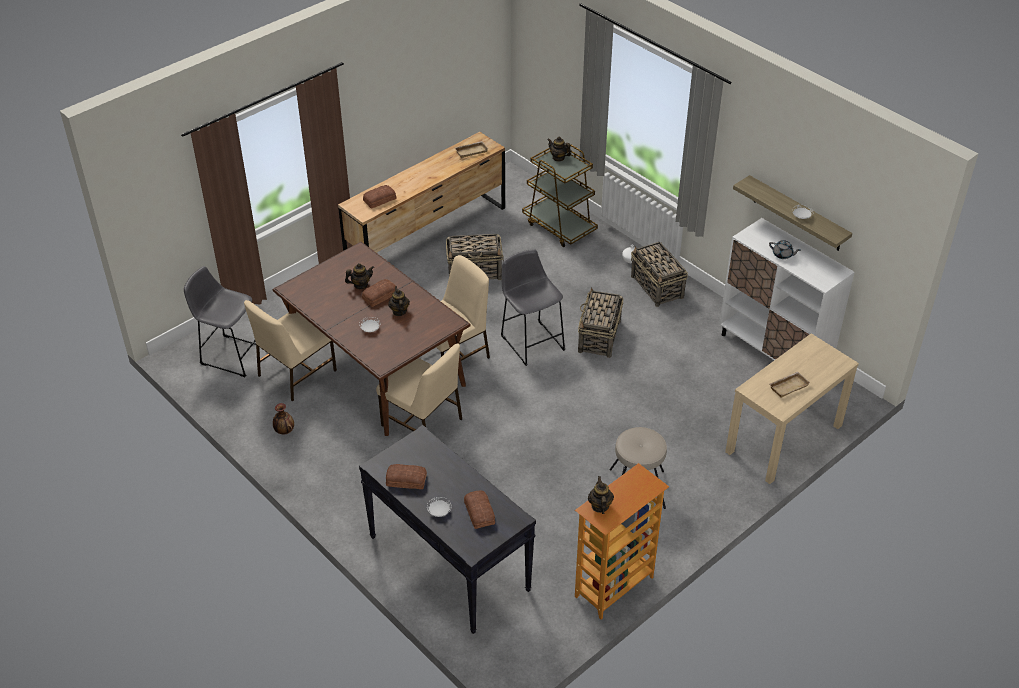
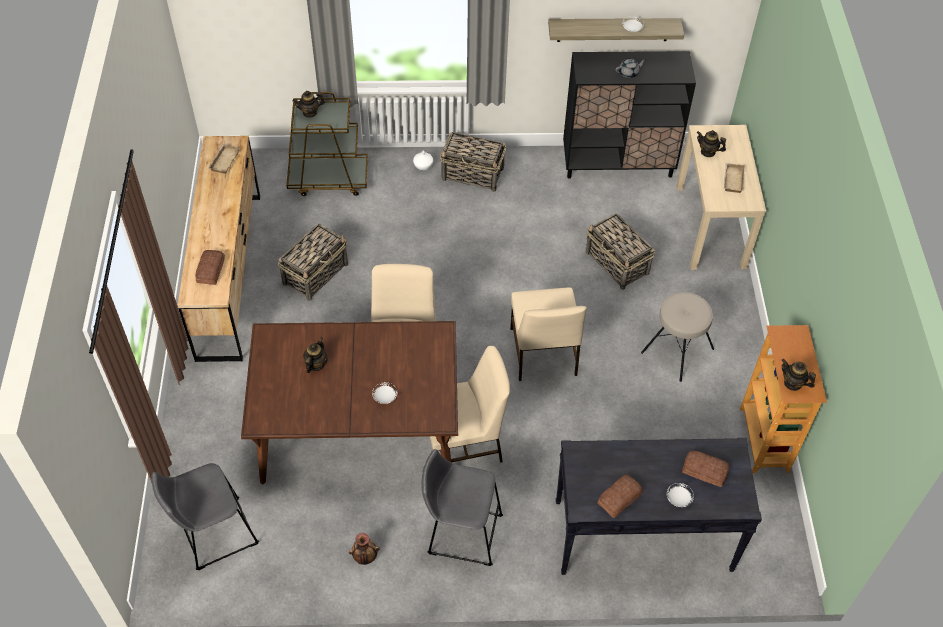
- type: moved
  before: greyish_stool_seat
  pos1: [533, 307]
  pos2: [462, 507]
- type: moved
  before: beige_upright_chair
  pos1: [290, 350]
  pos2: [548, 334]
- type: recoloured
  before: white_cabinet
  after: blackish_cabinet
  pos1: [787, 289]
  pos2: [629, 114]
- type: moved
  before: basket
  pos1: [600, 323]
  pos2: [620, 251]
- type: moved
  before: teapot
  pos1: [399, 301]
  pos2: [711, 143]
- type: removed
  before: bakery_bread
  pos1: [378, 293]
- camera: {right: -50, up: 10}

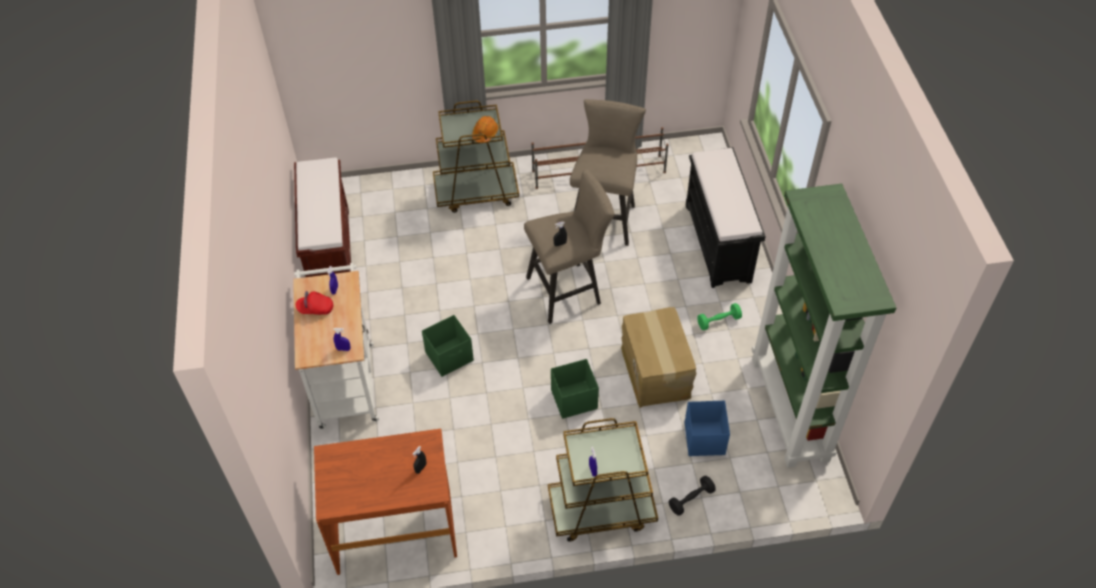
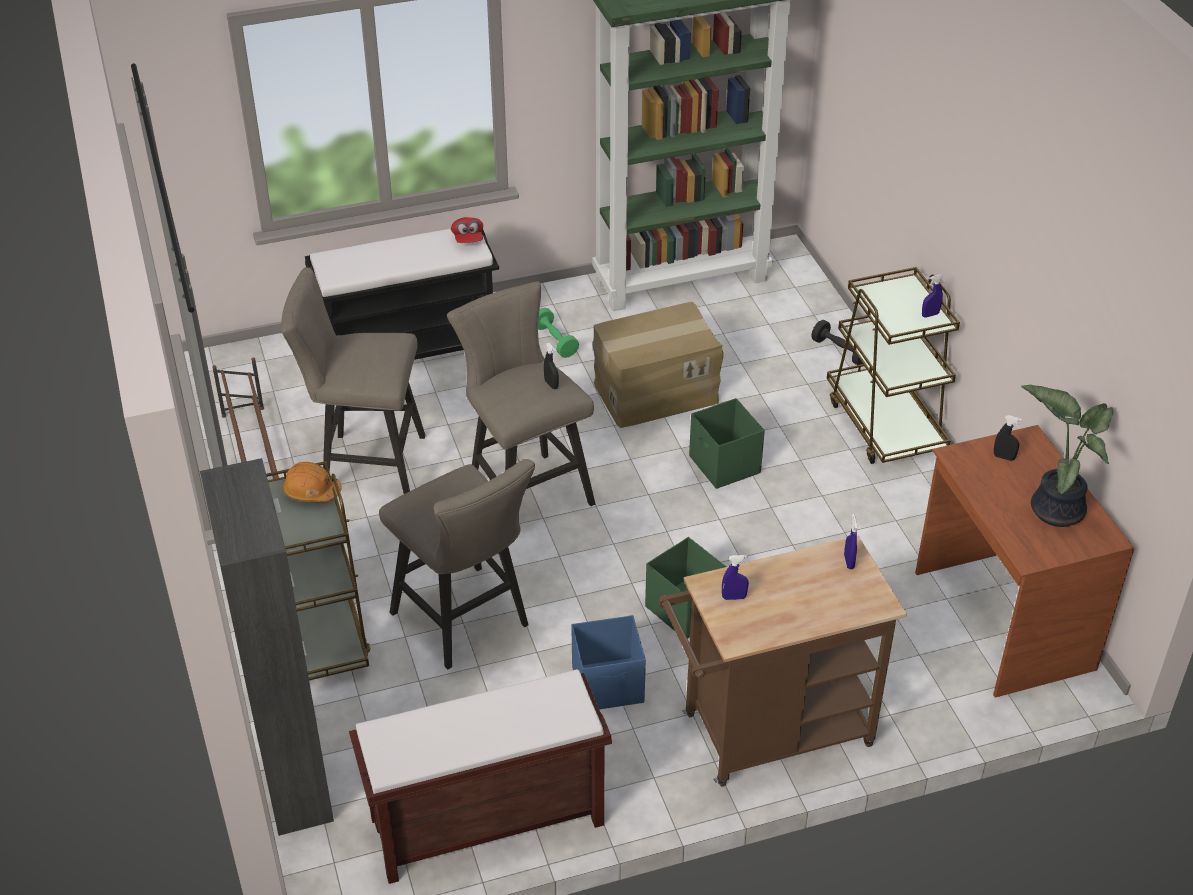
- type: added
  after: blackish_cabinet
  pos2: [267, 647]
- type: added
  after: beige_stool_seat
  pos2: [457, 564]
- type: moved
  before: reddish_peaked_cap
  pos1: [314, 303]
  pos2: [467, 230]
- type: moved
  before: blue_storage_bin
  pos1: [707, 428]
  pos2: [609, 662]
- type: recoloured
  before: white_wheeled_cart
  after: brown_wheeled_cart
  pos1: [336, 346]
  pos2: [782, 661]
- type: added
  after: potted_plant
  pos2: [1067, 456]
- camera: {right: -100, up: -10}

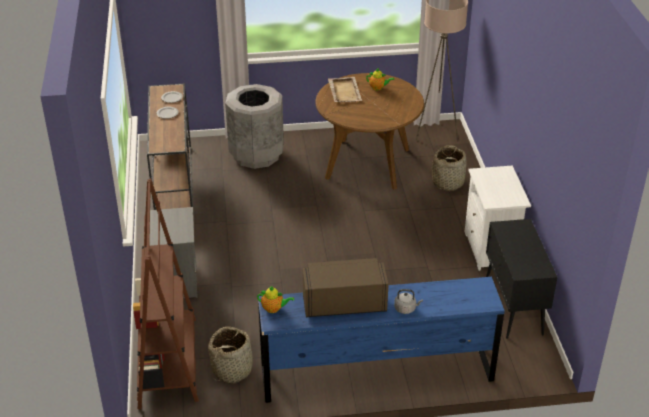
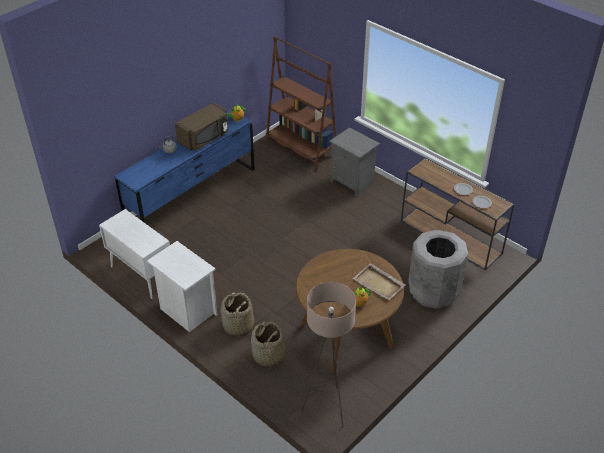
- type: recoloured
  before: blackish_cabinet
  after: white_cabinet
  pos1: [521, 279]
  pos2: [134, 254]
- type: moved
  before: basket
  pos1: [230, 355]
  pos2: [237, 315]
- camera: {right: 140, up: 5}

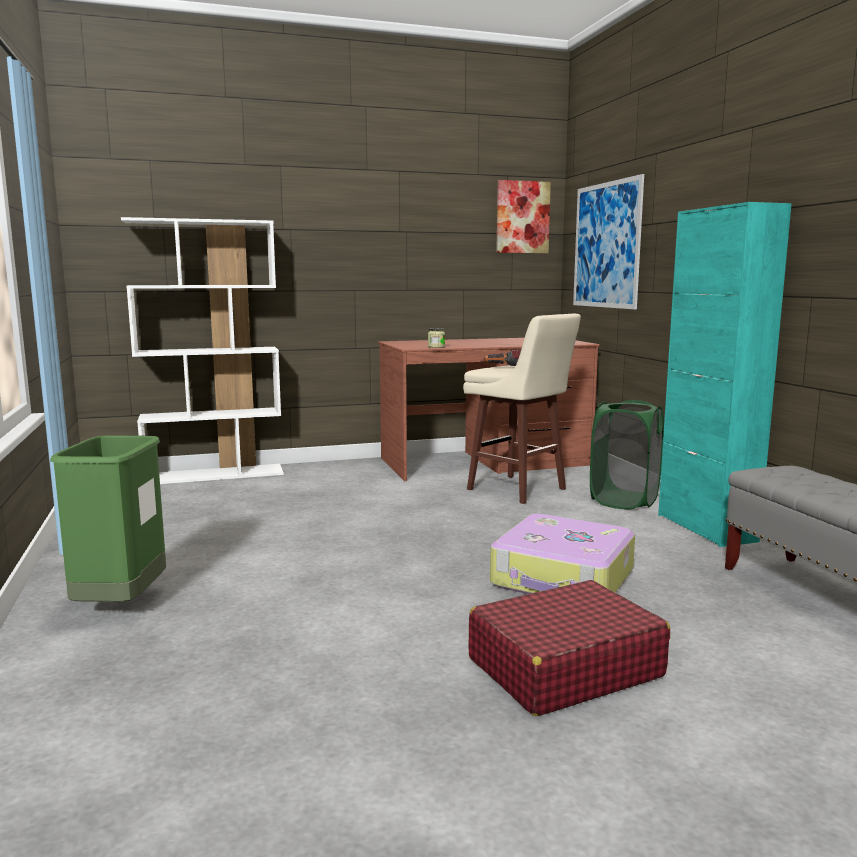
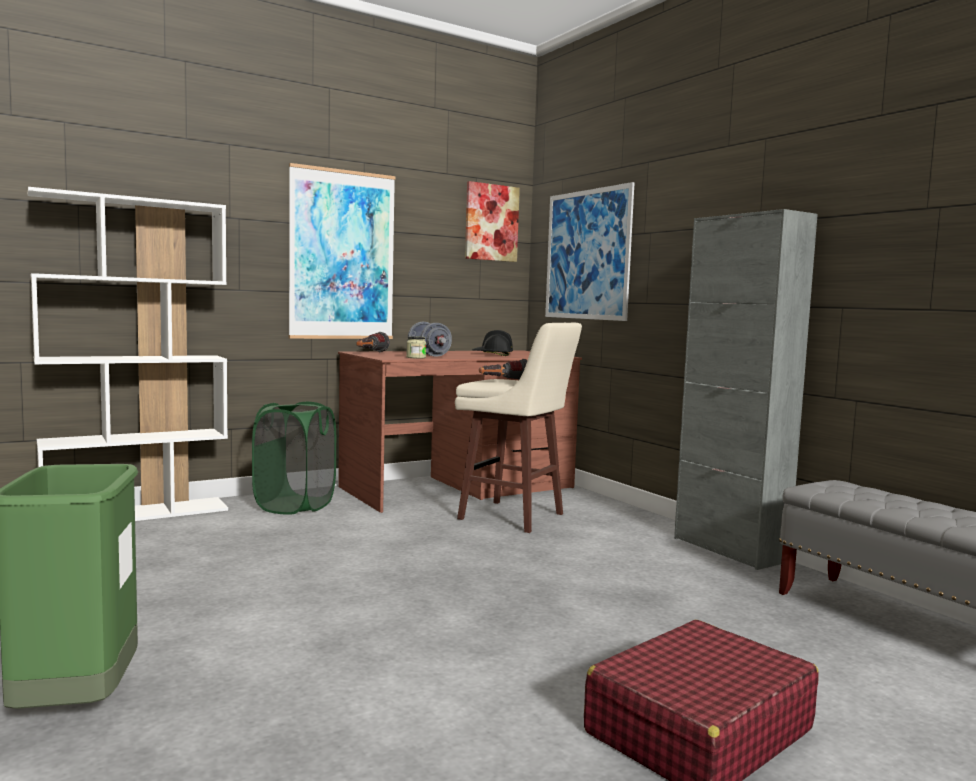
- type: moved
  before: greenish_hamper
  pos1: [627, 455]
  pos2: [294, 458]
- type: added
  after: wall_picture
  pos2: [342, 251]
- type: added
  after: flashlight
  pos2: [373, 342]
- type: added
  after: greyish_free_weight
  pos2: [430, 339]
- type: added
  after: blackish_hard_hat
  pos2: [492, 343]
- type: recoloured
  before: blue-green_cabinet
  after: greyish_cabinet
  pos1: [725, 374]
  pos2: [746, 389]
- type: removed
  before: suitcase
  pos1: [562, 554]
- camera: {right: -15, up: -5}

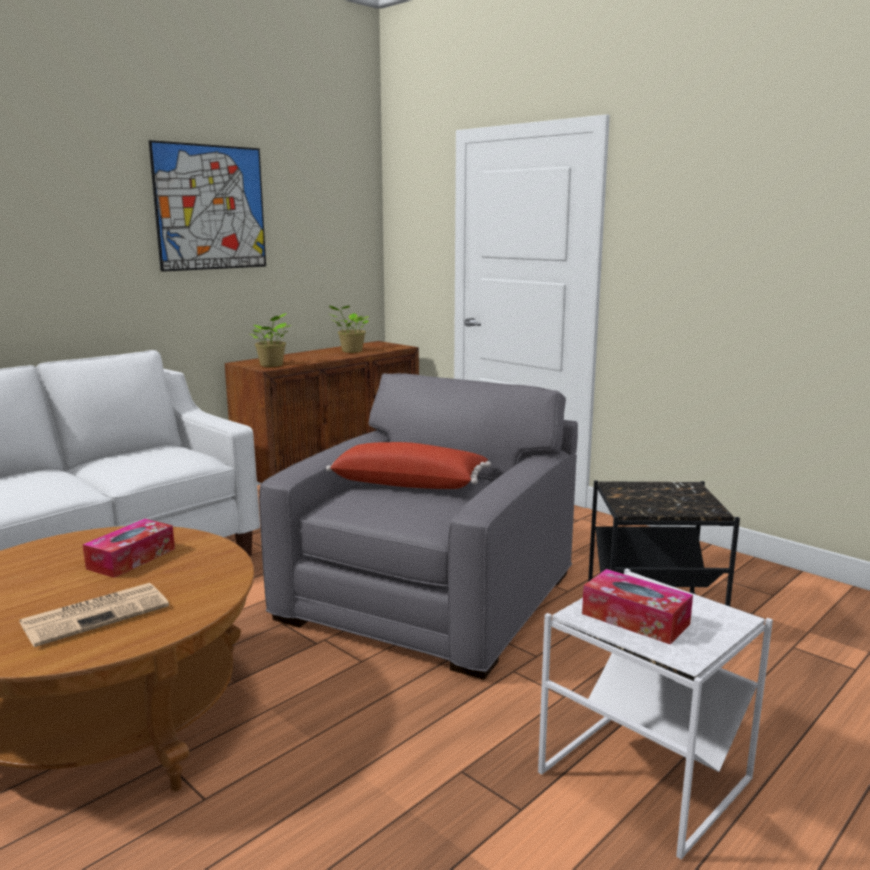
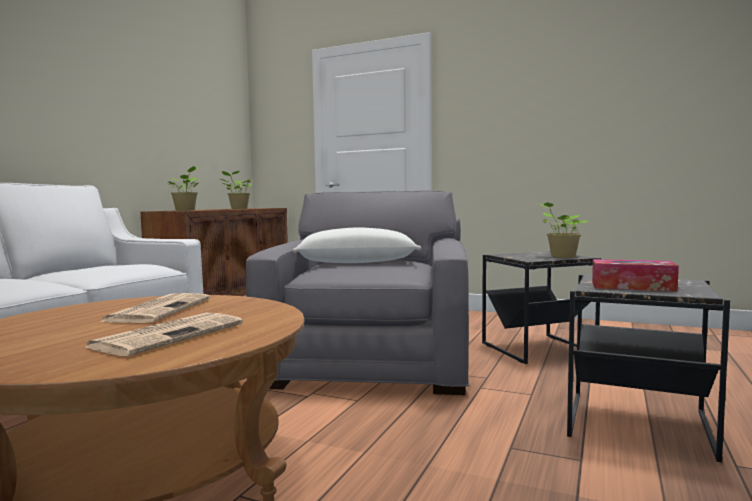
- type: replaced
  before: box_of_tissues
  after: daily_paper
  pos1: [129, 548]
  pos2: [154, 308]
- type: recoloured
  before: reddish_cushion
  after: white_cushion
  pos1: [408, 465]
  pos2: [357, 245]
- type: added
  after: potted_plant
  pos2: [563, 230]
- type: recoloured
  before: white_accent_table
  after: blackish_accent_table
  pos1: [655, 713]
  pos2: [648, 368]
- type: removed
  before: wall_picture
  pos1: [207, 206]
- camera: {right: -20, up: -10}

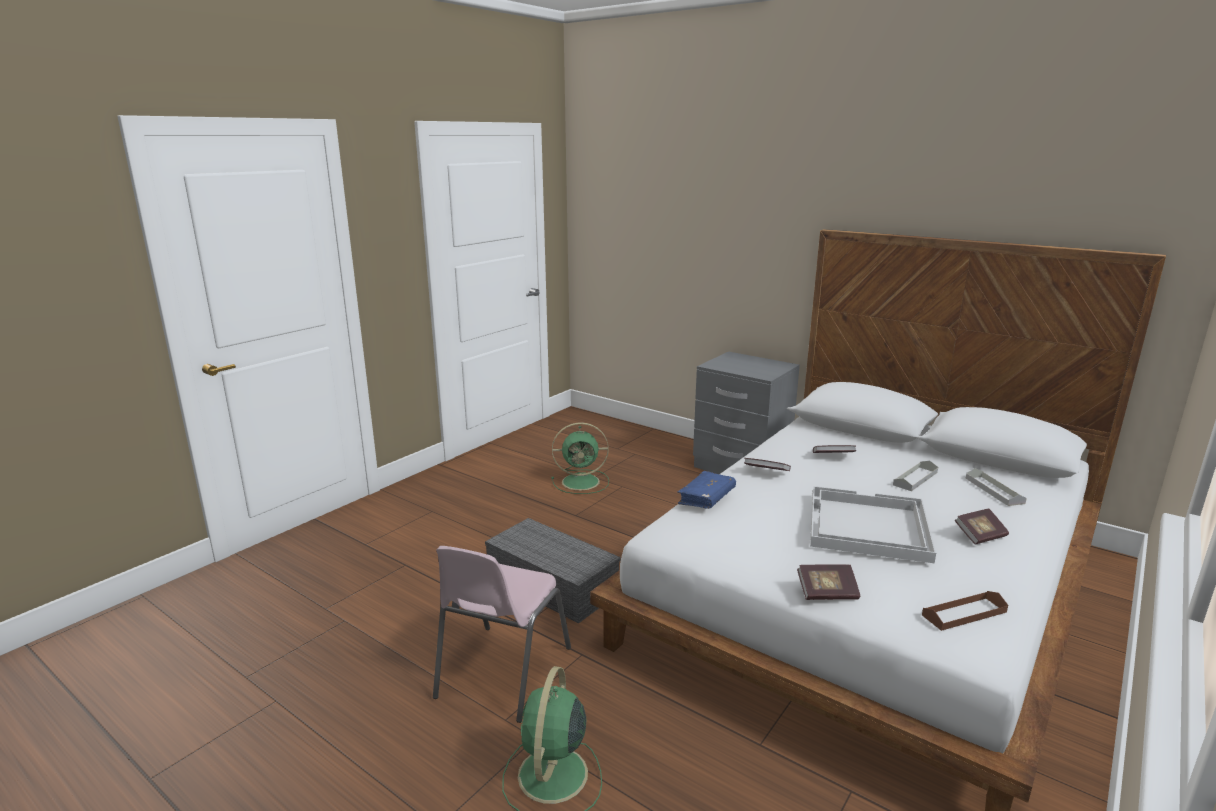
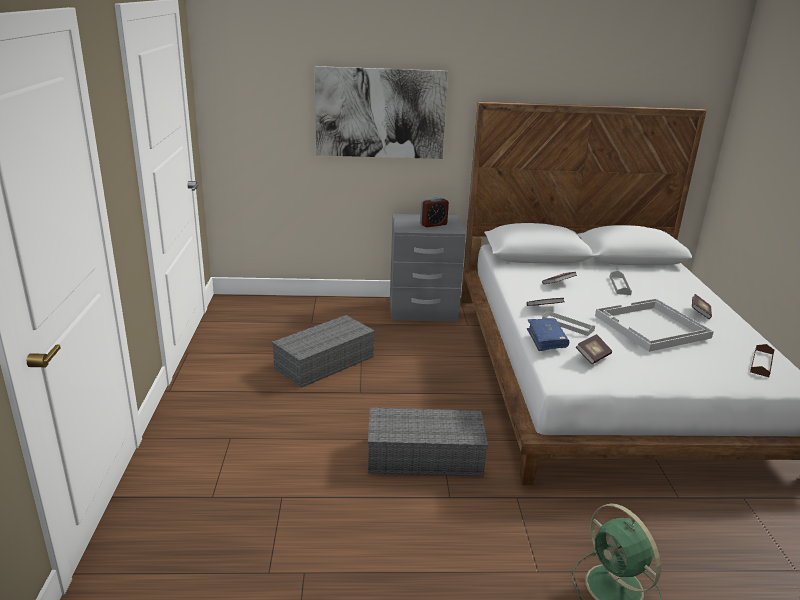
- type: replaced
  before: greenish_cooling_fan
  after: greyish_storage_bin
  pos1: [580, 458]
  pos2: [323, 351]
- type: added
  after: wall_picture
  pos2: [381, 112]
- type: added
  after: bedside_clock
  pos2: [434, 212]
- type: moved
  before: greyish_carrying_tray
  pos1: [996, 487]
  pos2: [568, 323]
- type: moved
  before: volume
  pos1: [828, 582]
  pos2: [594, 349]
- type: removed
  before: pinkish_upright_chair
  pos1: [502, 634]
- camera: {right: -40, up: 5}

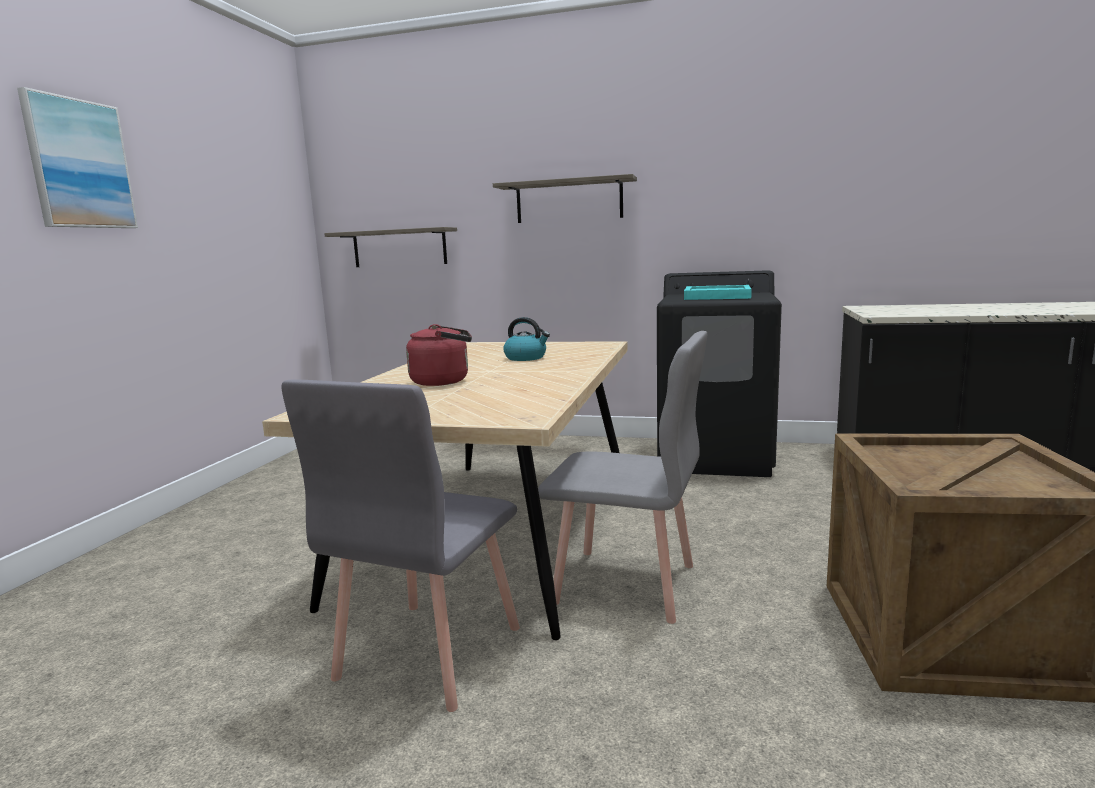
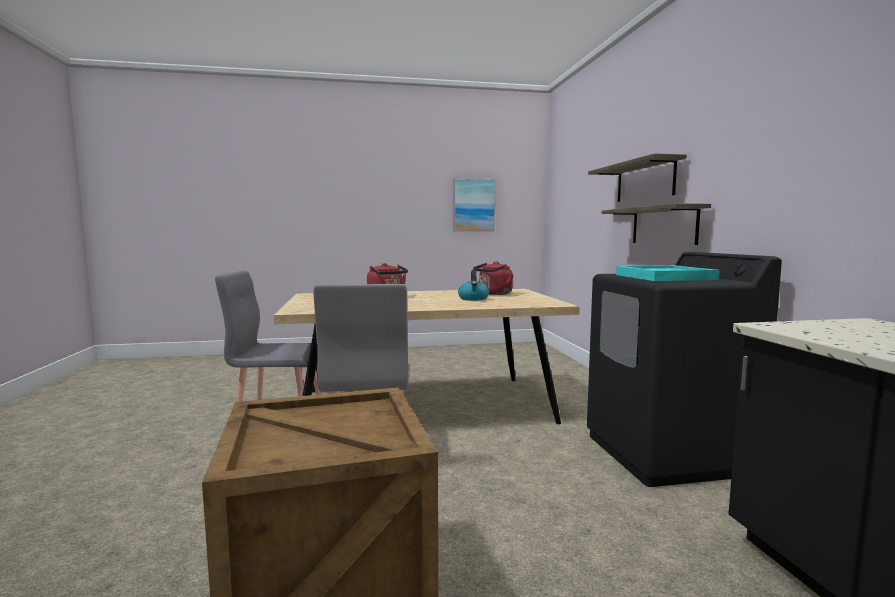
- type: moved
  before: wall_picture
  pos1: [77, 157]
  pos2: [475, 205]
- type: added
  after: reddish_tea_kettle
  pos2: [493, 278]
- type: moved
  before: bracket_shelf
  pos1: [390, 247]
  pos2: [656, 224]
- camera: {right: 65, up: -5}

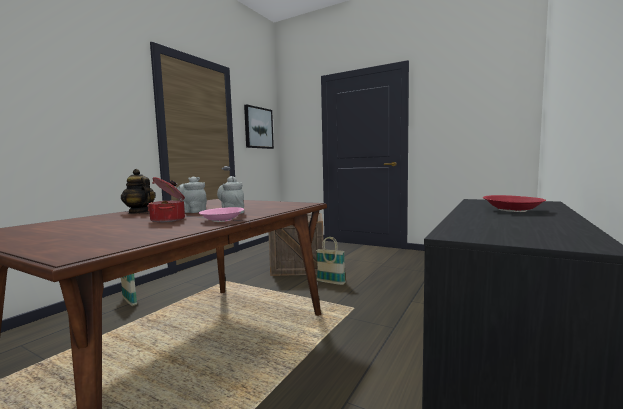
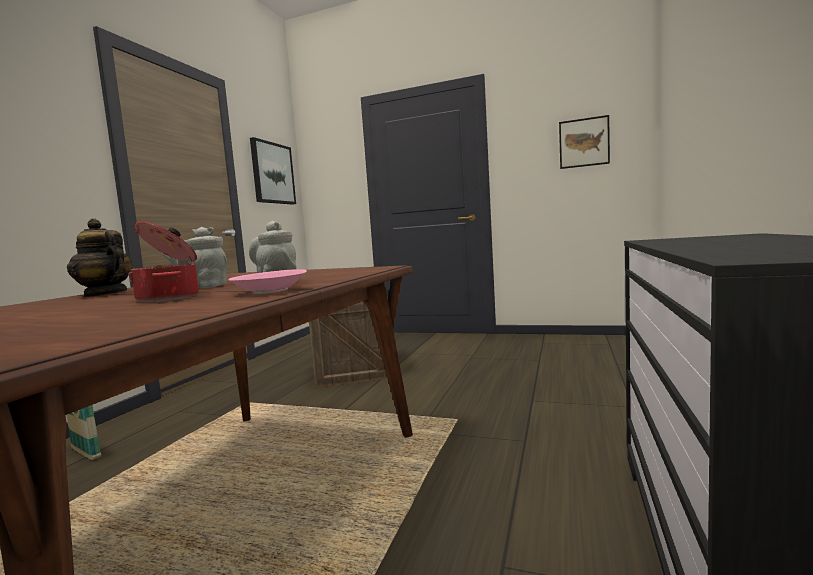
- type: added
  after: wall_picture
  pos2: [584, 142]
- type: removed
  before: basket
  pos1: [331, 261]
- type: removed
  before: reddish_deep_dish
  pos1: [514, 203]
- camera: {right: -10, up: 0}

